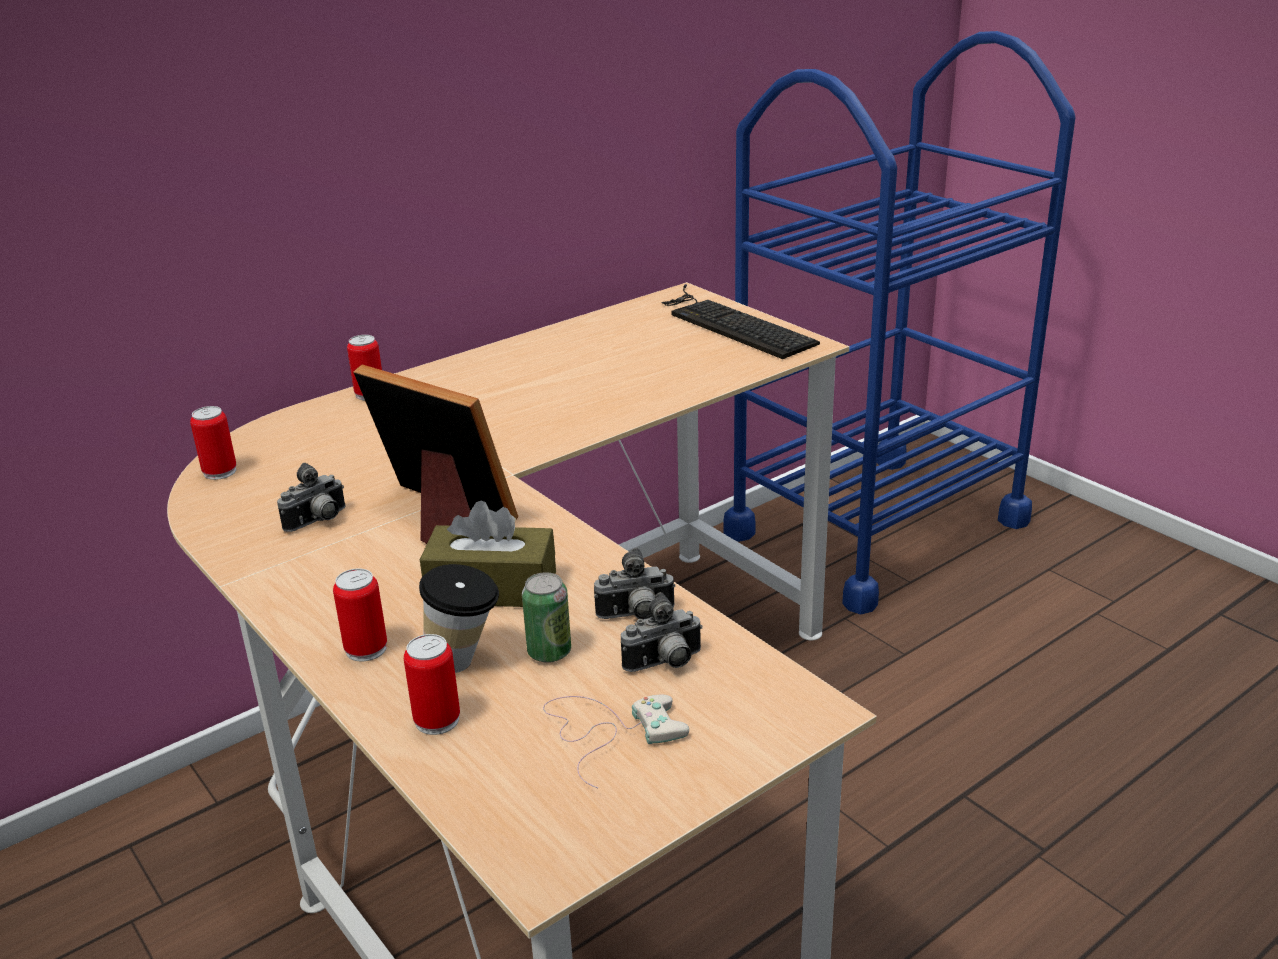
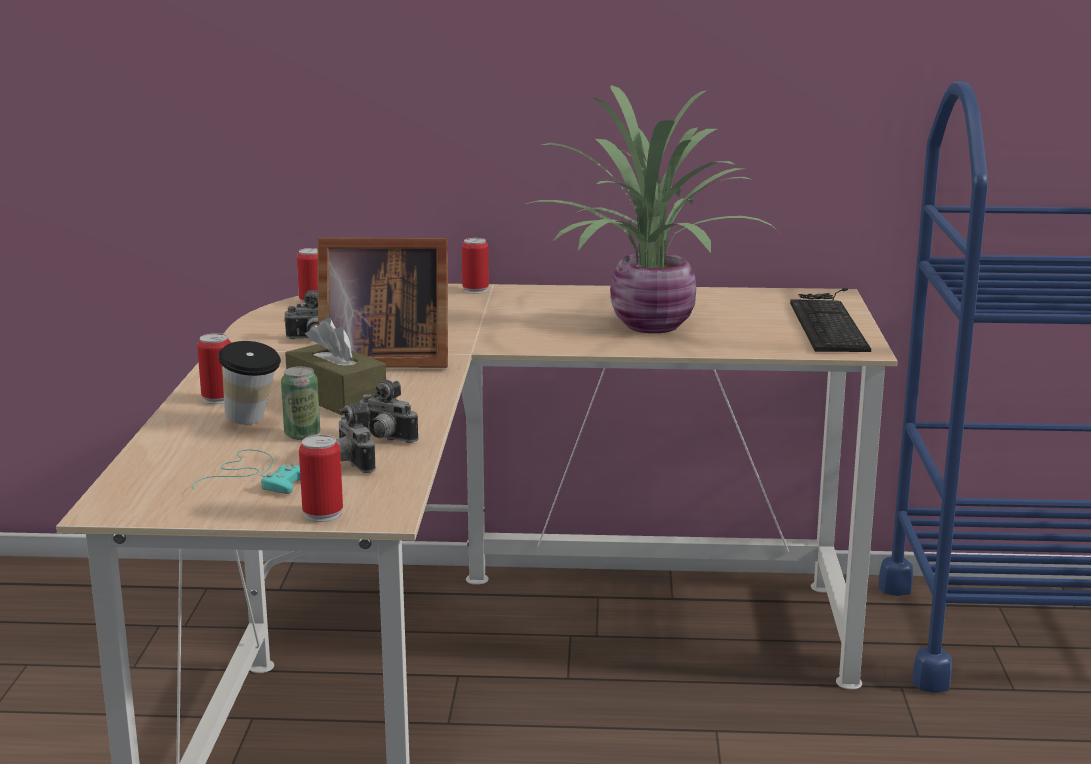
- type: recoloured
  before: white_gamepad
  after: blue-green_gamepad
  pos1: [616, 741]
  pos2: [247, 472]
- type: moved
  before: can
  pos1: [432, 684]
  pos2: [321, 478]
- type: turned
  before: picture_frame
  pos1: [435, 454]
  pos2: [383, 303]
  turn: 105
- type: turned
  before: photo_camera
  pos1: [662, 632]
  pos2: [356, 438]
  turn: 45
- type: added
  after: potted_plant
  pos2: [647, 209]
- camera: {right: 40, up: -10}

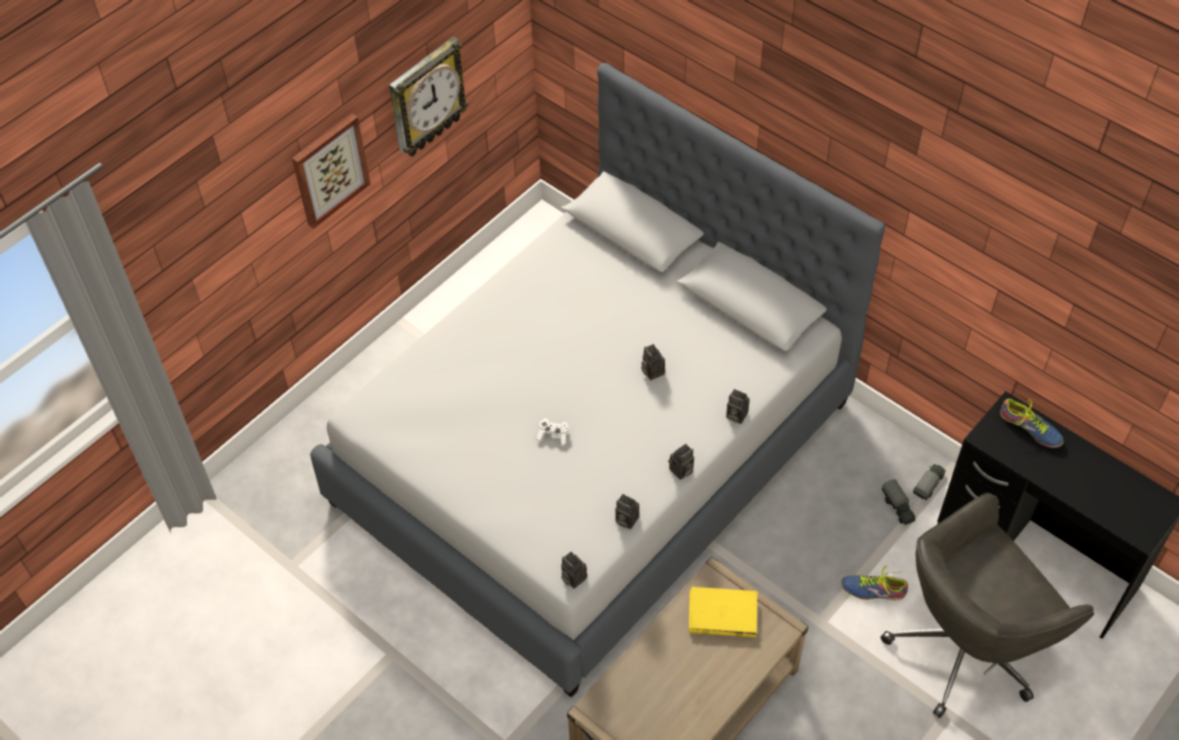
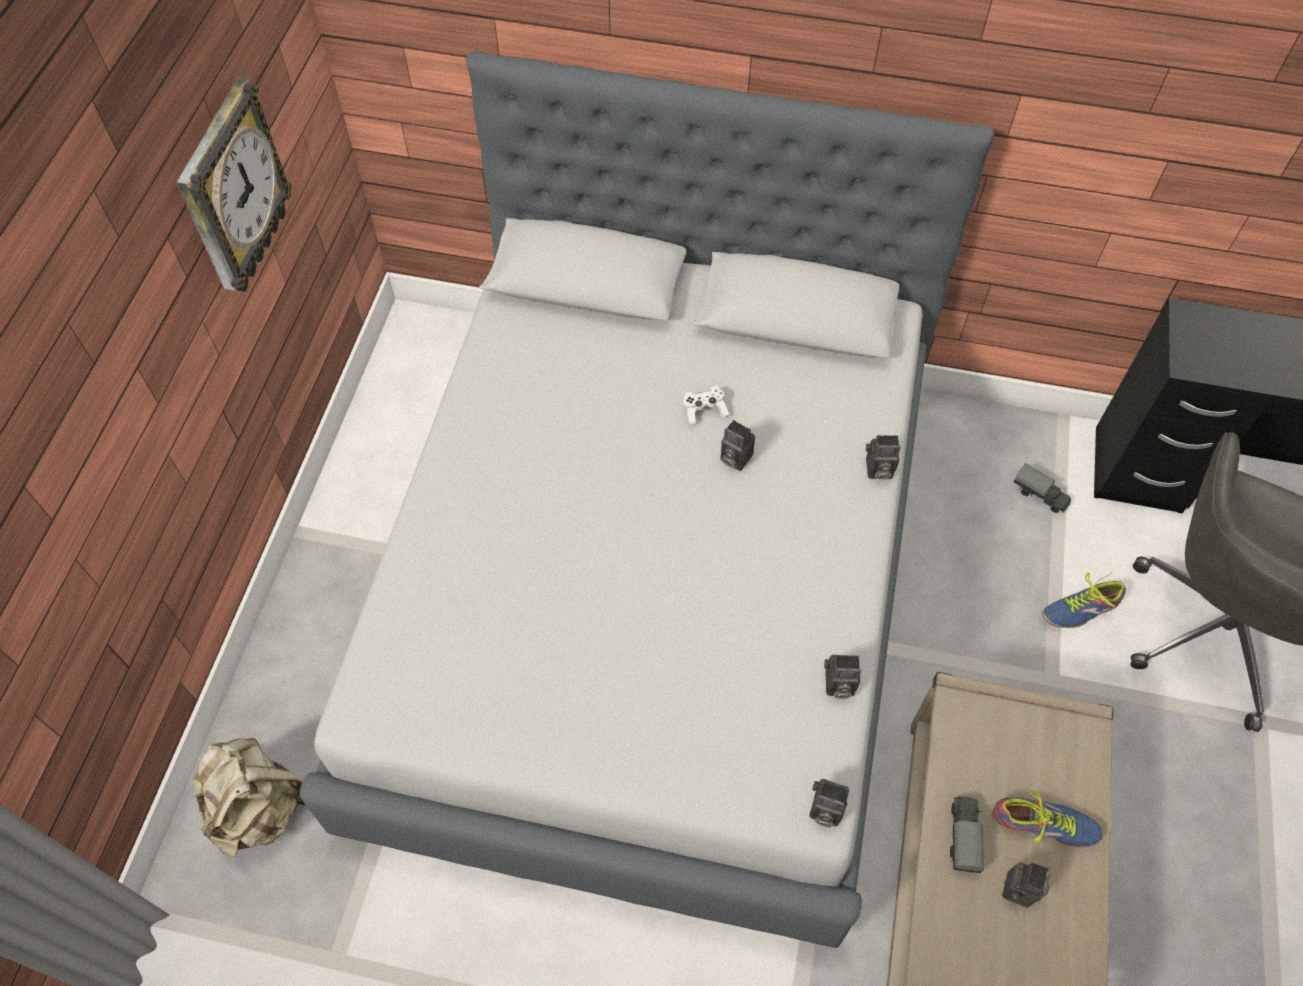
- type: added
  after: beige_knapsack
  pos2: [249, 797]
- type: moved
  before: white_gamepad
  pos1: [552, 431]
  pos2: [706, 405]
- type: moved
  before: toy_lorry
  pos1: [929, 482]
  pos2: [967, 835]
- type: moved
  before: shoe
  pos1: [1032, 423]
  pos2: [1047, 818]
- type: moved
  before: photo_camera
  pos1: [681, 462]
  pos2: [1026, 885]
- type: removed
  before: wall_picture
  pos1: [331, 171]
- type: removed
  before: yellow_volume
  pos1: [723, 612]
- camera: {right: -30, up: 5}

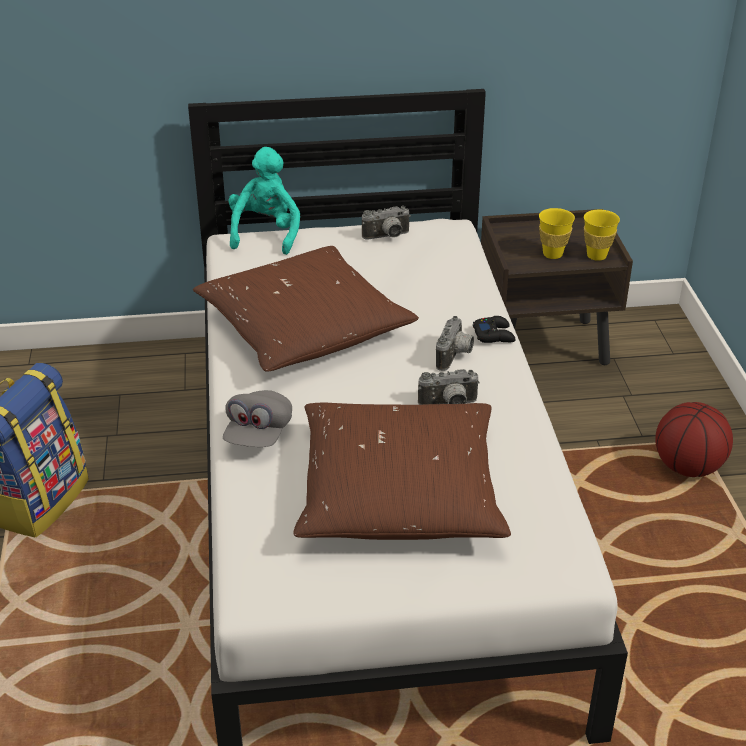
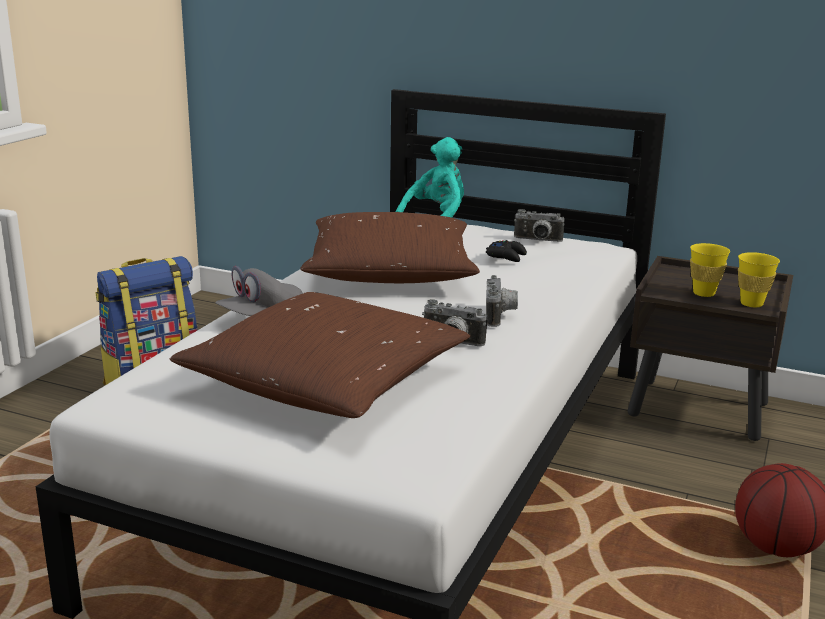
- type: moved
  before: blackish_gamepad
  pos1: [494, 329]
  pos2: [506, 251]
- type: turned
  before: photo_camera
  pos1: [455, 343]
  pos2: [502, 301]
  turn: -45
- camera: {right: 30, up: -15}

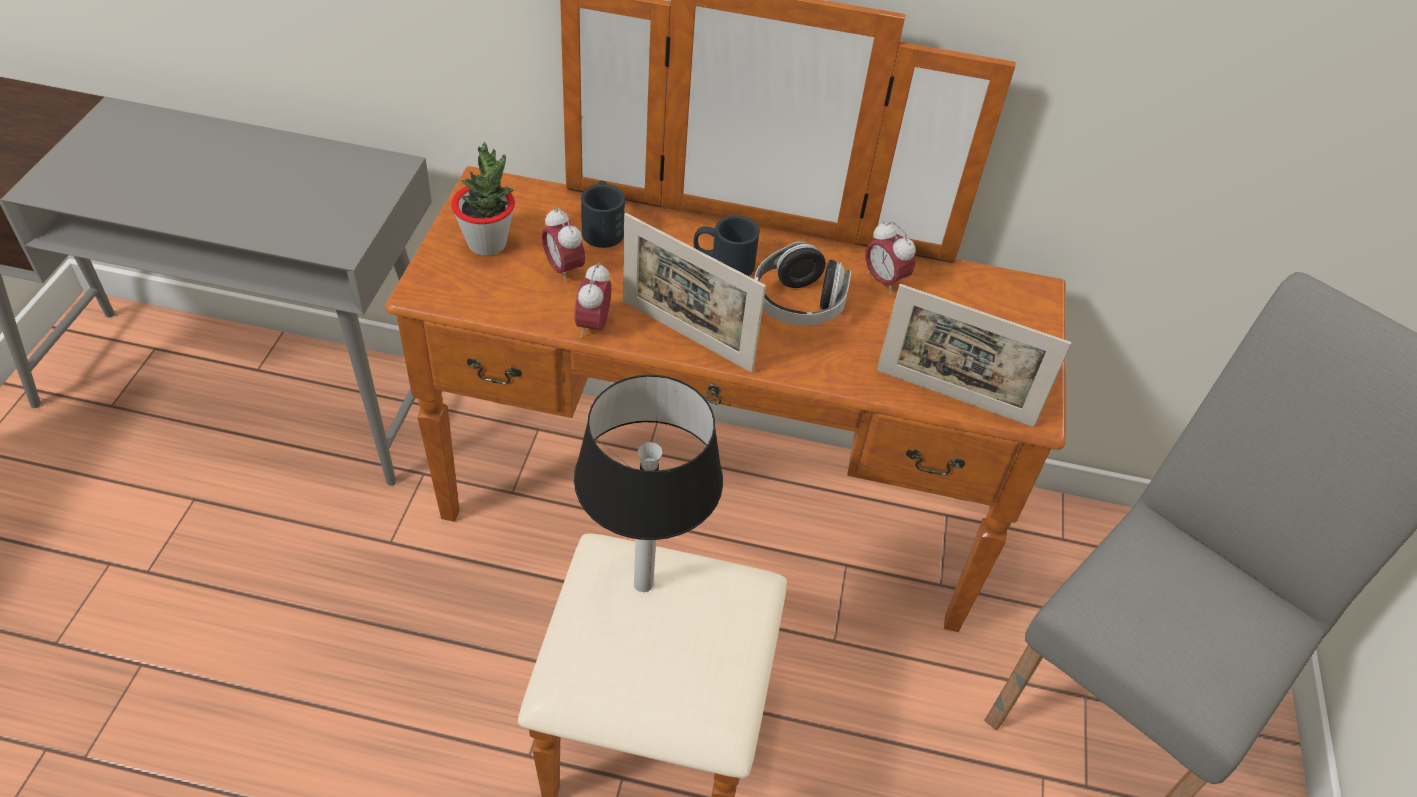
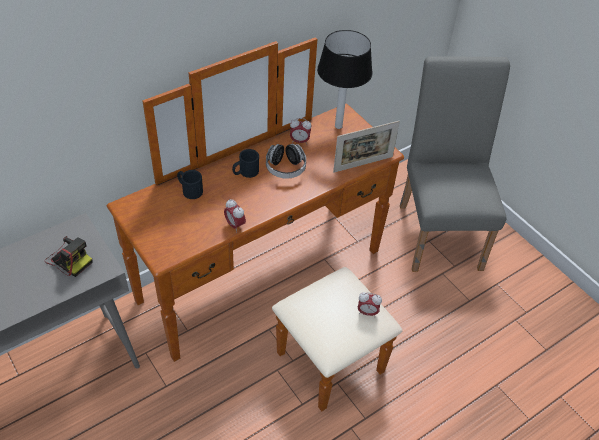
- type: added
  after: photo_camera
  pos2: [69, 256]
- type: moved
  before: tabletop_lamp
  pos1: [648, 483]
  pos2: [345, 79]
- type: moved
  before: bedside_clock
  pos1: [563, 245]
  pos2: [370, 304]
- type: removed
  before: potted_plant
  pos1: [483, 199]
- type: removed
  before: picture_frame
  pos1: [694, 293]
- camera: {right: -45, up: 0}

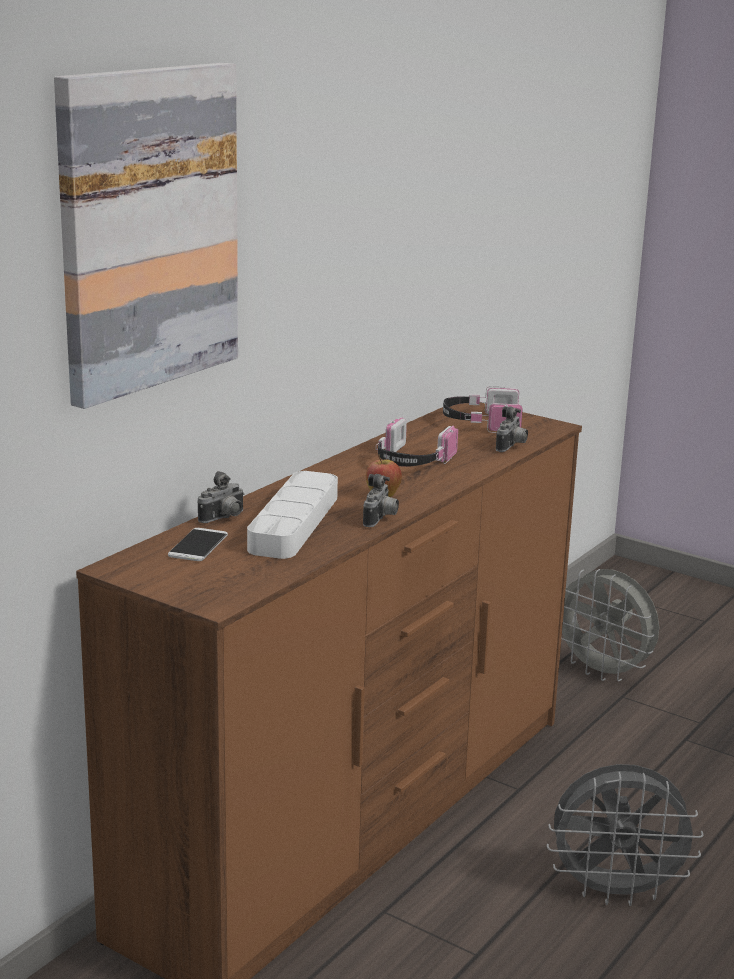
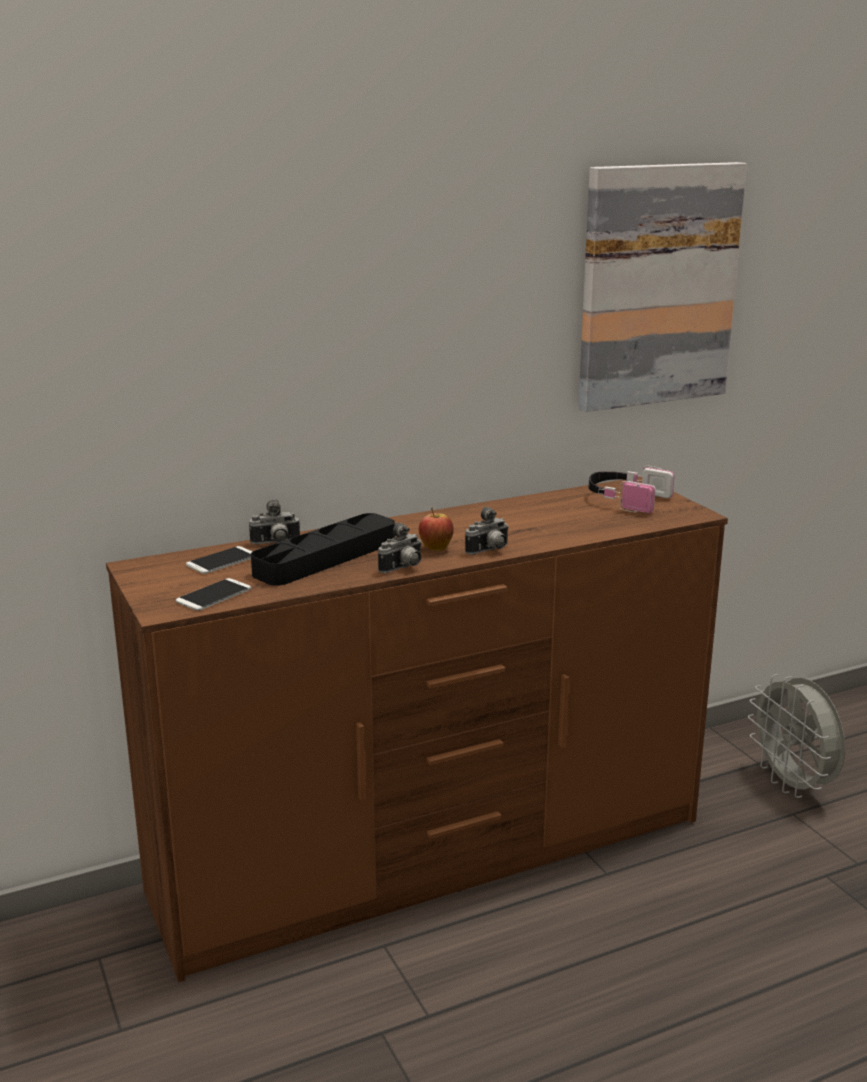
- type: added
  after: phone
  pos2: [213, 594]
- type: recoloured
  before: white_carrying_tray
  after: blackish_carrying_tray
  pos1: [292, 515]
  pos2: [323, 549]
- type: moved
  before: photo_camera
  pos1: [512, 429]
  pos2: [487, 530]
- type: moved
  before: wall_picture
  pos1: [146, 236]
  pos2: [662, 287]
- type: removed
  before: pair_of_headphones
  pos1: [417, 442]
- type: removed
  before: greyish_cooling_fan
  pos1: [625, 835]
- camera: {right: 30, up: 0}

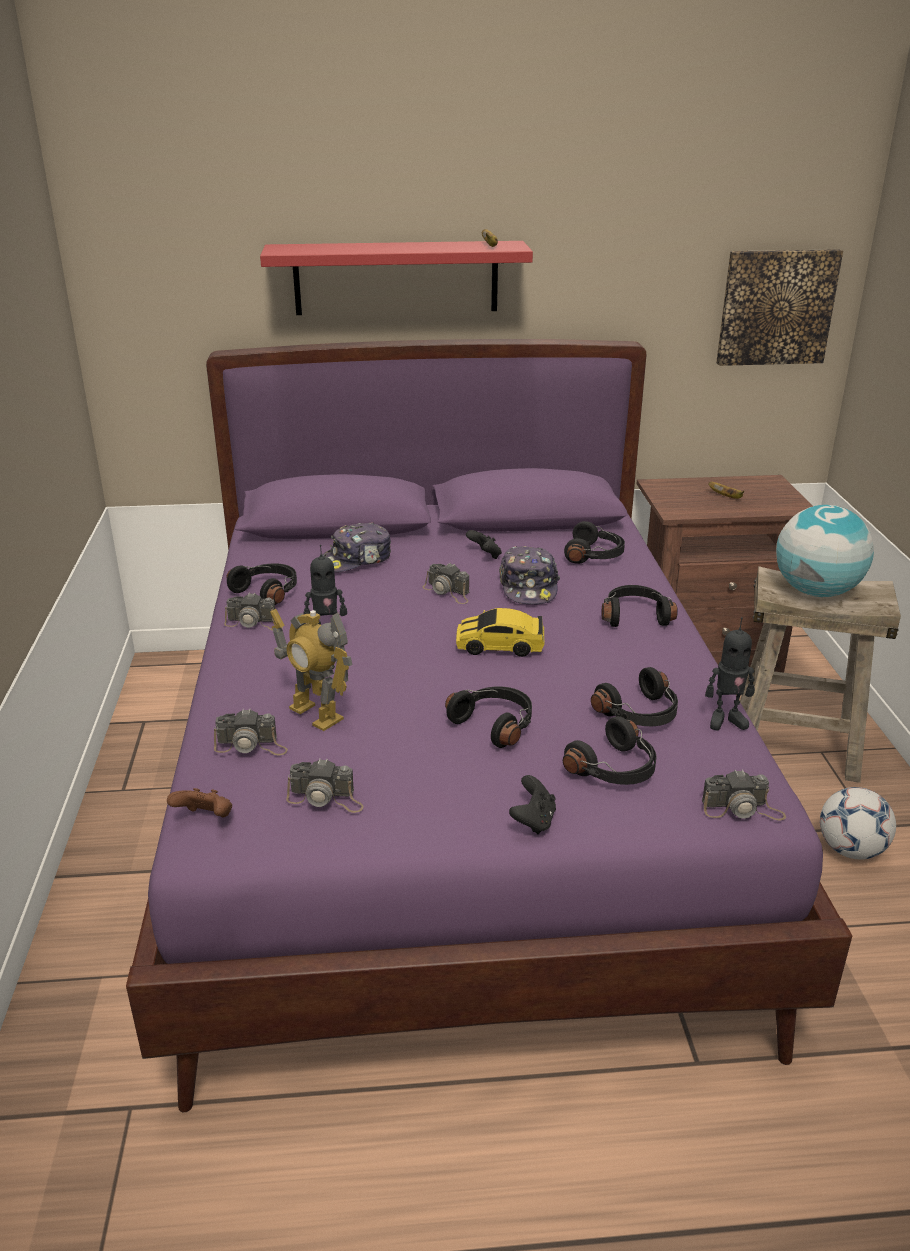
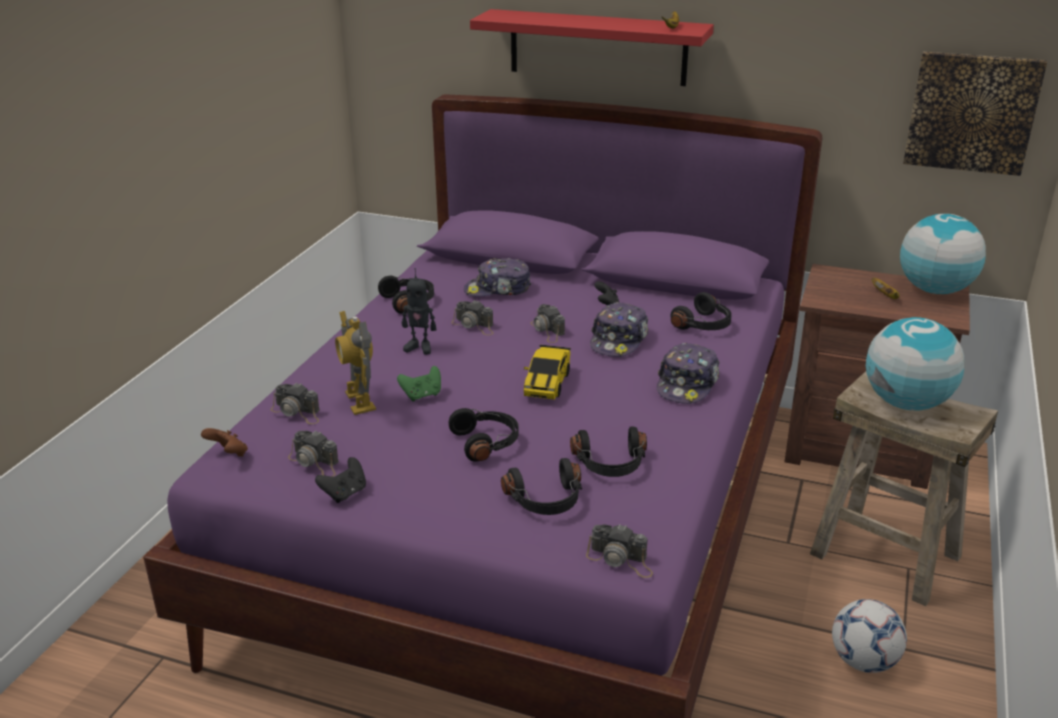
- type: moved
  before: blackish_gamepad
  pos1: [532, 804]
  pos2: [340, 480]
- type: added
  after: greenish_gamepad
  pos2: [419, 383]
- type: moved
  before: photo_camera
  pos1: [253, 611]
  pos2: [472, 317]
- type: turned
  before: toy_car
  pos1: [500, 632]
  pos2: [547, 372]
  turn: -105
- type: replaced
  before: blackish_pair_of_headphones
  after: peaked_cap
  pos1: [639, 606]
  pos2: [688, 373]
- type: added
  after: desk_globe
  pos2: [943, 254]
- type: removed
  before: robot_figure
  pos1: [730, 673]
- camera: {right: 25, up: 0}

